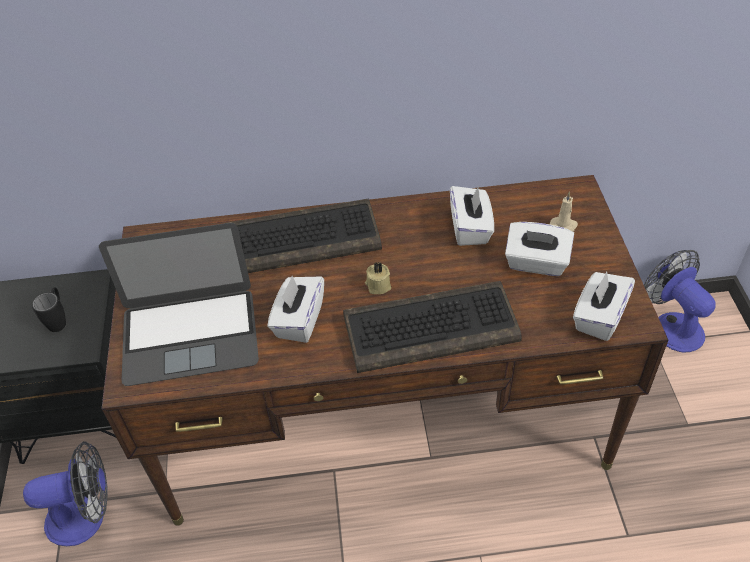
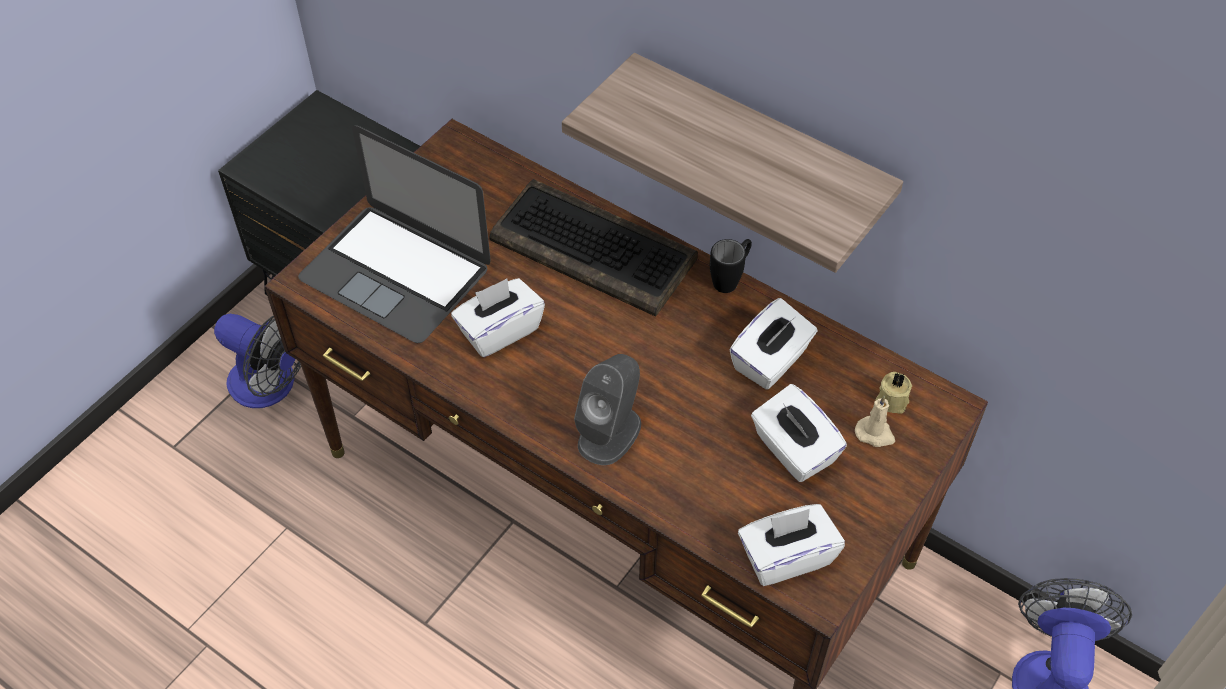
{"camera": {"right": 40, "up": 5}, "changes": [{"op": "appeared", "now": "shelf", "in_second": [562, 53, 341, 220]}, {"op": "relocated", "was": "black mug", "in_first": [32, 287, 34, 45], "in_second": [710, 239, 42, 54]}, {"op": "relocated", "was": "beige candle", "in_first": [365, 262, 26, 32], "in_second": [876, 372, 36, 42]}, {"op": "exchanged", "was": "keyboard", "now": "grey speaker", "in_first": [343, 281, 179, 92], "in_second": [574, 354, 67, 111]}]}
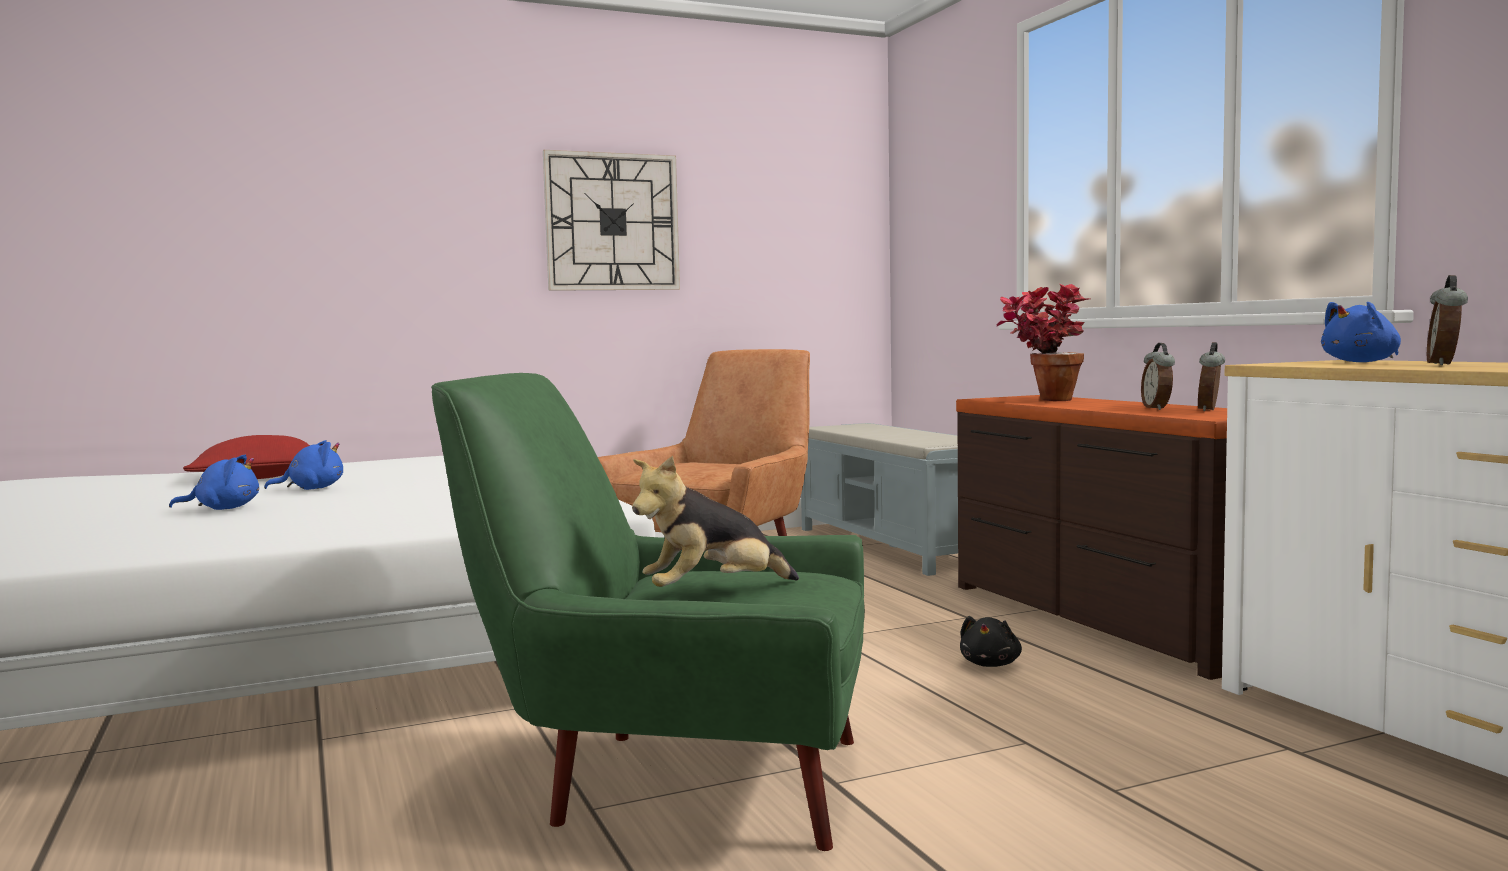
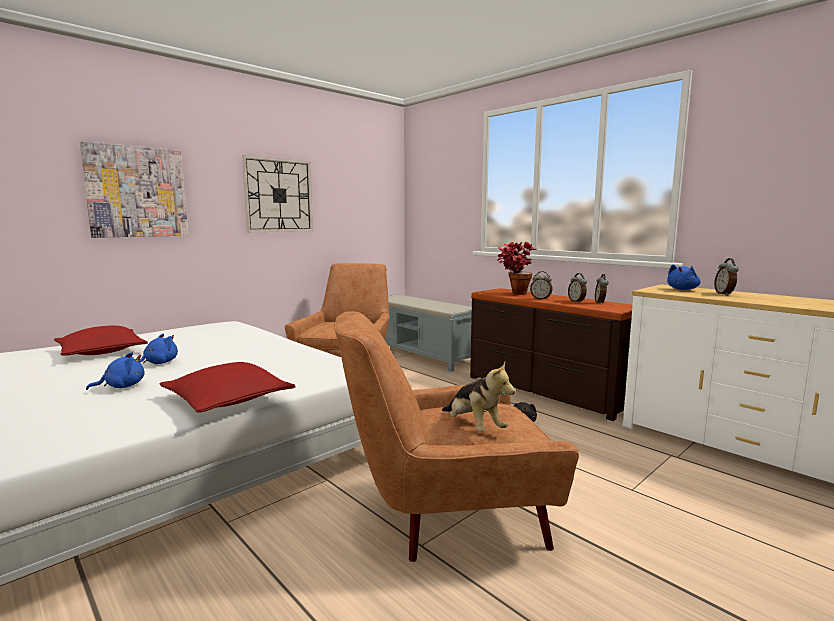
{"camera": {"right": -20, "up": 5}, "changes": [{"op": "appeared", "now": "picture", "in_second": [80, 141, 108, 97]}, {"op": "appeared", "now": "red pillow", "in_second": [159, 362, 137, 51]}, {"op": "appeared", "now": "alarm clock", "in_second": [530, 271, 23, 29]}, {"op": "colour", "was": "green armchair", "now": "brown armchair", "in_first": [431, 373, 434, 478], "in_second": [334, 311, 245, 251]}, {"op": "spun", "was": "plush toy", "in_first": [632, 456, 167, 131], "in_second": [442, 362, 73, 70], "clockwise": -75}]}
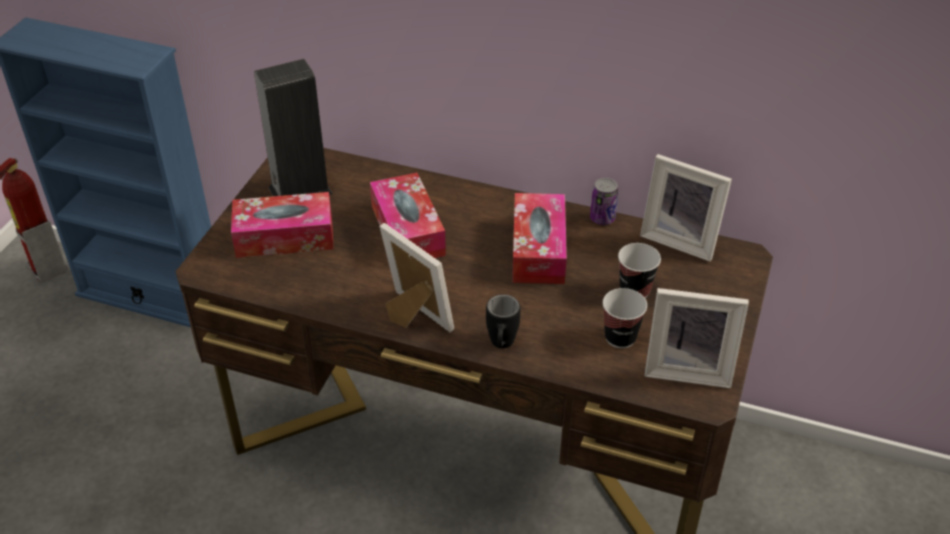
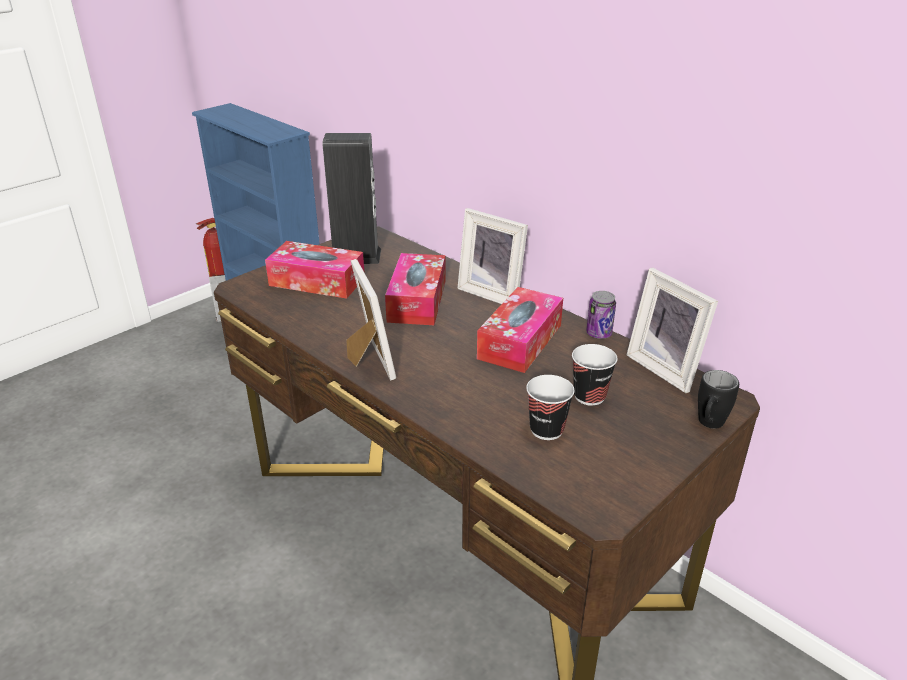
{"camera": {"right": 25, "up": -10}, "changes": [{"op": "relocated", "was": "black mug", "in_first": [486, 294, 34, 54], "in_second": [698, 370, 41, 59]}, {"op": "relocated", "was": "picture frame", "in_first": [645, 288, 104, 100], "in_second": [457, 208, 71, 96]}]}
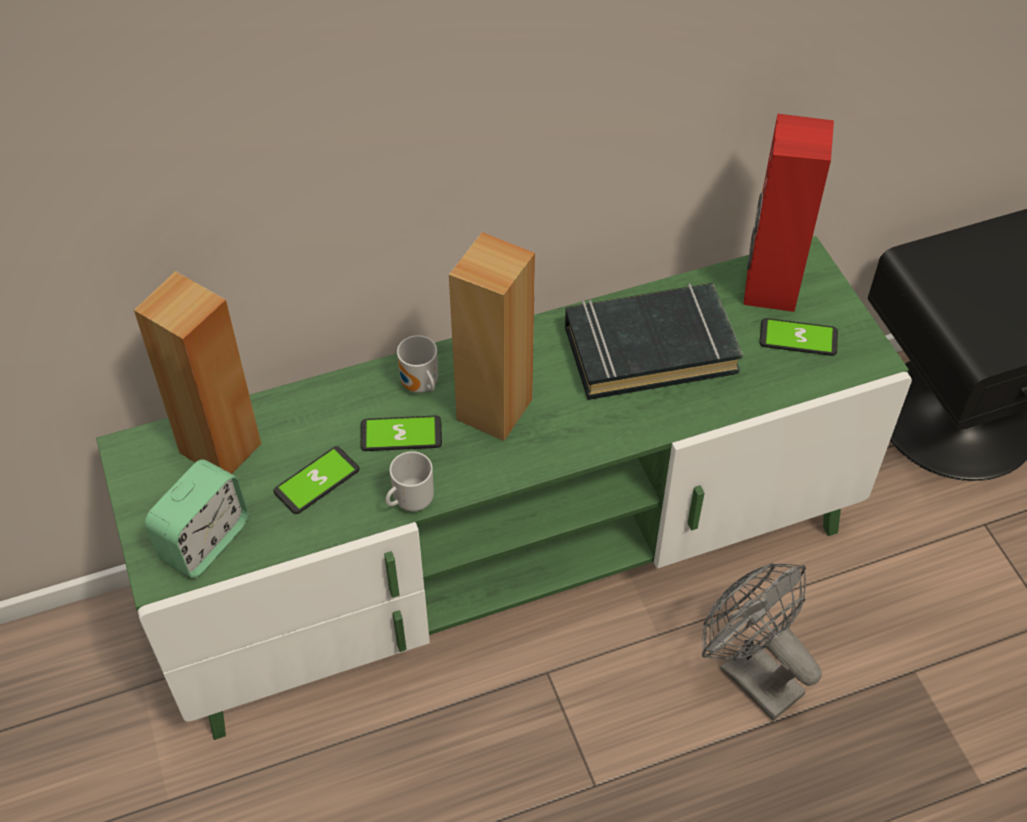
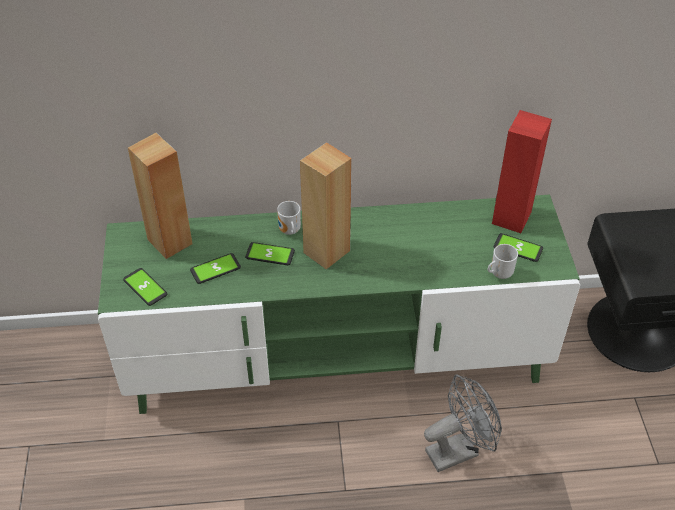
{"camera": {"right": 15, "up": -5}, "changes": [{"op": "missing", "was": "black book", "in_first": [565, 283, 178, 117]}, {"op": "relocated", "was": "mug", "in_first": [386, 451, 48, 60], "in_second": [488, 244, 30, 35]}, {"op": "exchanged", "was": "alarm clock", "now": "phone", "in_first": [145, 459, 104, 119], "in_second": [123, 268, 44, 38]}, {"op": "spun", "was": "grey fan", "in_first": [702, 563, 120, 158], "in_second": [424, 374, 78, 98], "clockwise": 90}]}
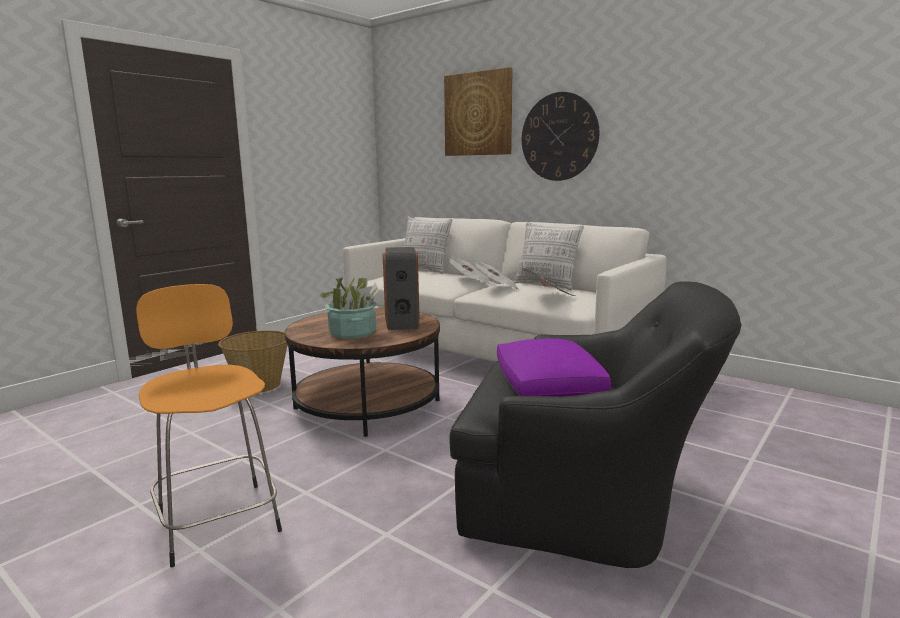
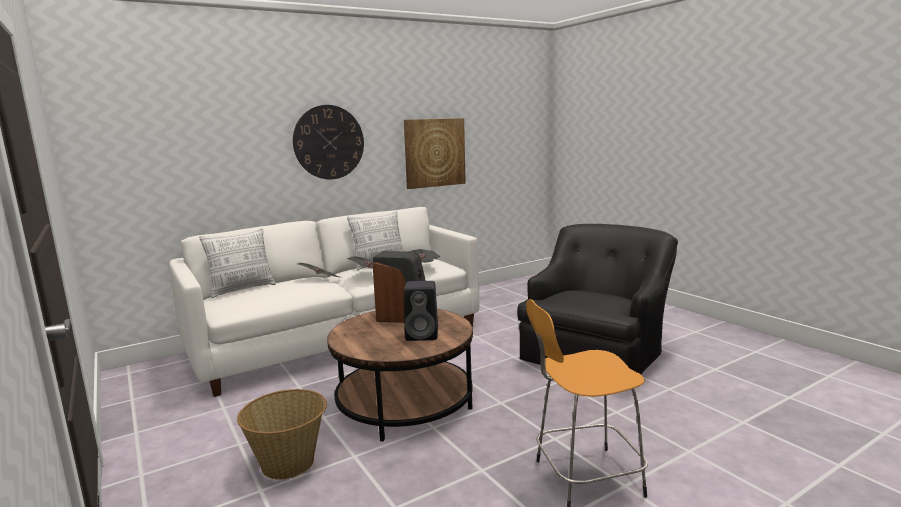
{"camera": {"right": -70, "up": 0}, "changes": [{"op": "missing", "was": "purple pillow", "in_first": [497, 339, 114, 58]}, {"op": "relocated", "was": "picture", "in_first": [444, 67, 69, 89], "in_second": [404, 118, 62, 71]}, {"op": "exchanged", "was": "potted plant", "now": "black speaker", "in_first": [316, 277, 63, 62], "in_second": [404, 281, 34, 60]}]}
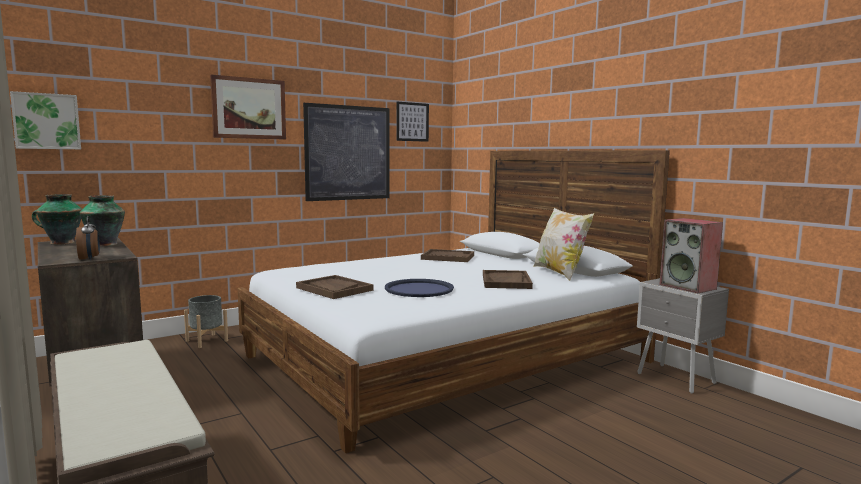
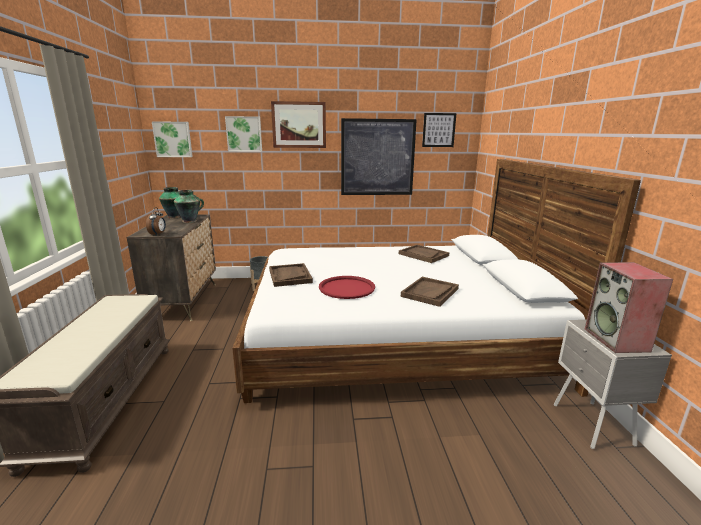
{"camera": {"right": 30, "up": 10}, "changes": [{"op": "missing", "was": "pillow", "in_first": [533, 208, 61, 73]}, {"op": "appeared", "now": "picture", "in_second": [225, 116, 37, 36]}, {"op": "colour", "was": "blue tray", "now": "red tray", "in_first": [385, 279, 69, 18], "in_second": [319, 276, 56, 23]}]}
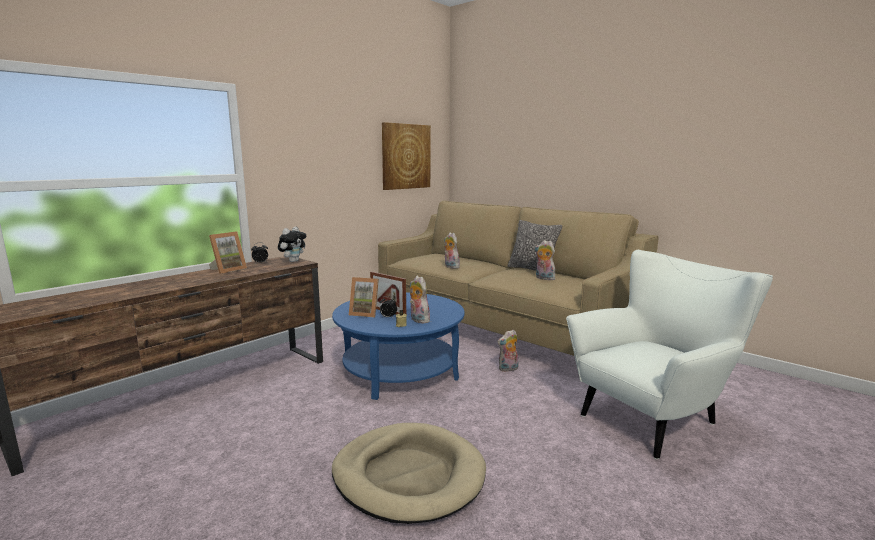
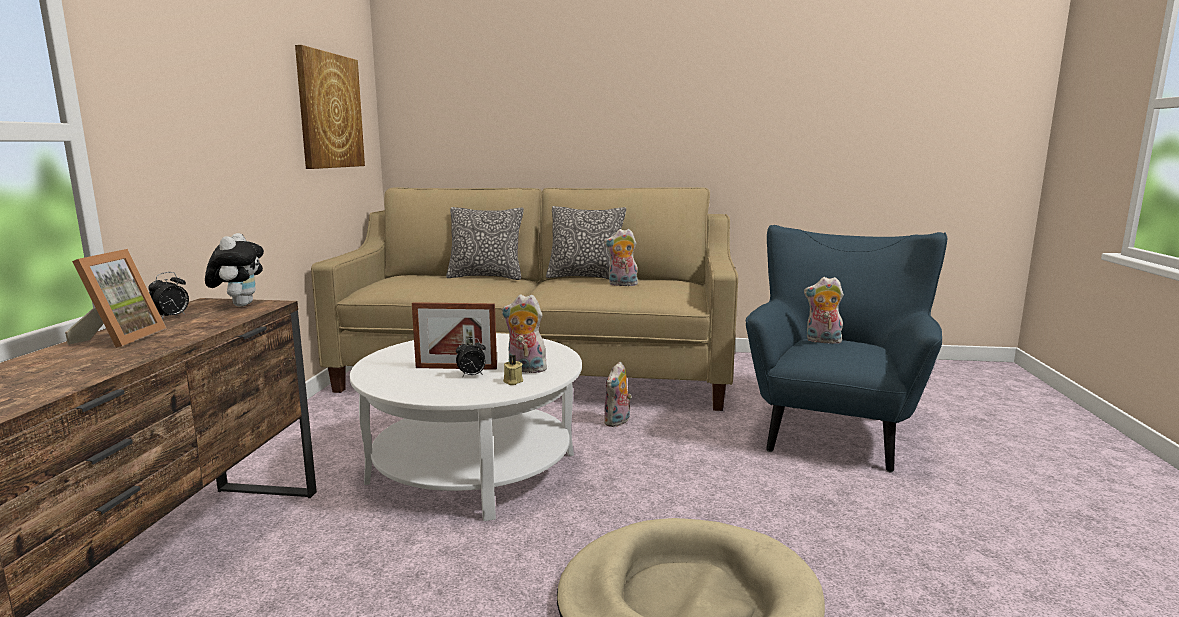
{"camera": {"right": -35, "up": 0}, "changes": [{"op": "missing", "was": "picture frame", "in_first": [349, 277, 30, 41]}, {"op": "appeared", "now": "pillow", "in_second": [446, 207, 78, 73]}, {"op": "relocated", "was": "plush toy", "in_first": [444, 232, 16, 37], "in_second": [804, 277, 40, 67]}, {"op": "colour", "was": "blue coffee table", "now": "white coffee table", "in_first": [332, 293, 133, 107], "in_second": [350, 333, 232, 188]}, {"op": "colour", "was": "white armchair", "now": "blue armchair", "in_first": [566, 250, 207, 209], "in_second": [746, 225, 201, 248]}]}
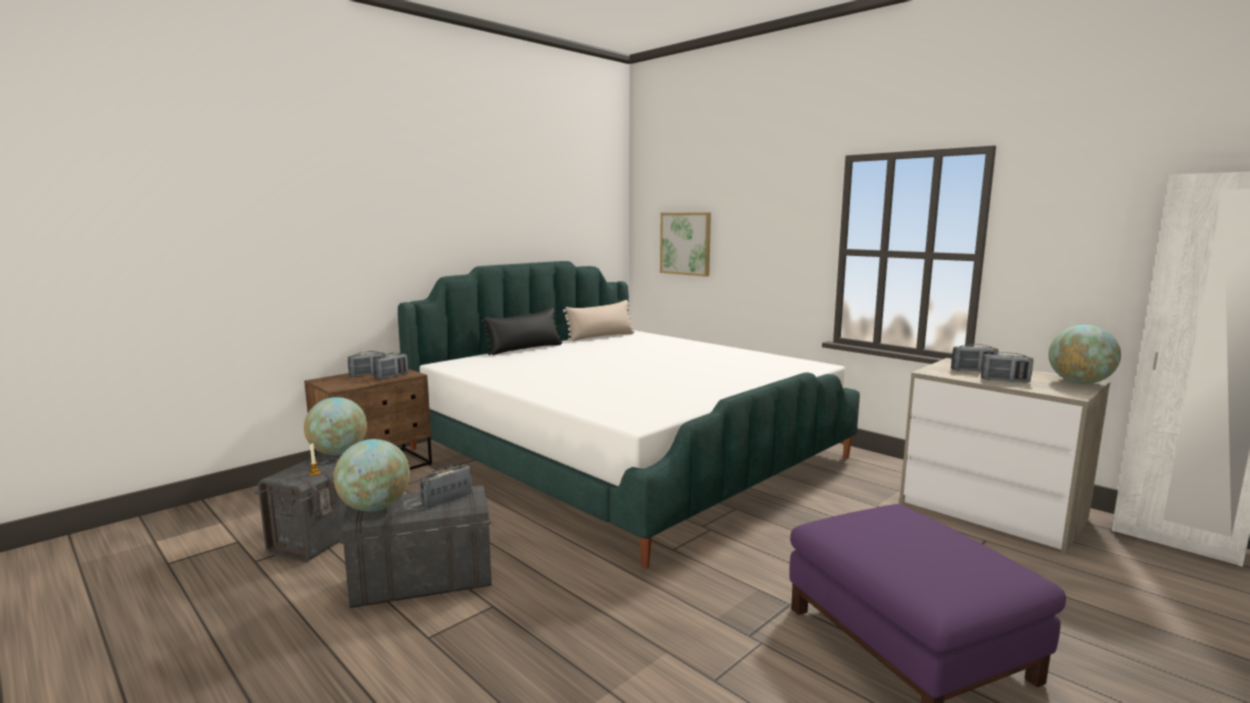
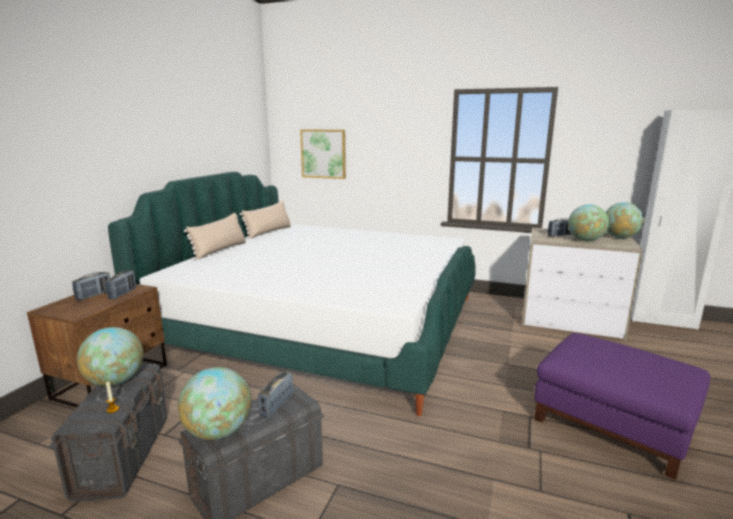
{"camera": {"right": -25, "up": 5}, "changes": [{"op": "exchanged", "was": "radio", "now": "globe", "in_first": [981, 352, 52, 30], "in_second": [568, 204, 41, 37]}, {"op": "colour", "was": "black pillow", "now": "beige pillow", "in_first": [481, 308, 81, 47], "in_second": [184, 213, 62, 47]}]}
